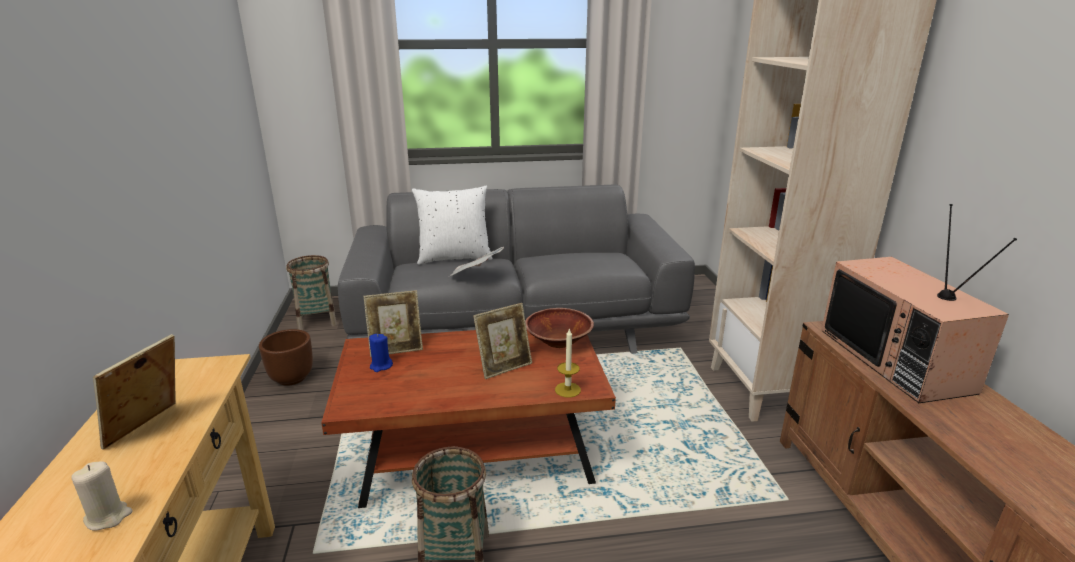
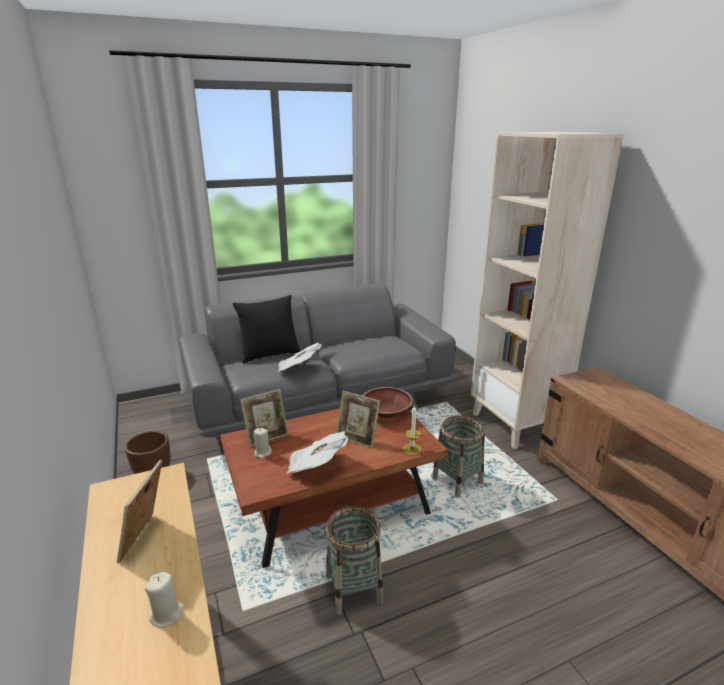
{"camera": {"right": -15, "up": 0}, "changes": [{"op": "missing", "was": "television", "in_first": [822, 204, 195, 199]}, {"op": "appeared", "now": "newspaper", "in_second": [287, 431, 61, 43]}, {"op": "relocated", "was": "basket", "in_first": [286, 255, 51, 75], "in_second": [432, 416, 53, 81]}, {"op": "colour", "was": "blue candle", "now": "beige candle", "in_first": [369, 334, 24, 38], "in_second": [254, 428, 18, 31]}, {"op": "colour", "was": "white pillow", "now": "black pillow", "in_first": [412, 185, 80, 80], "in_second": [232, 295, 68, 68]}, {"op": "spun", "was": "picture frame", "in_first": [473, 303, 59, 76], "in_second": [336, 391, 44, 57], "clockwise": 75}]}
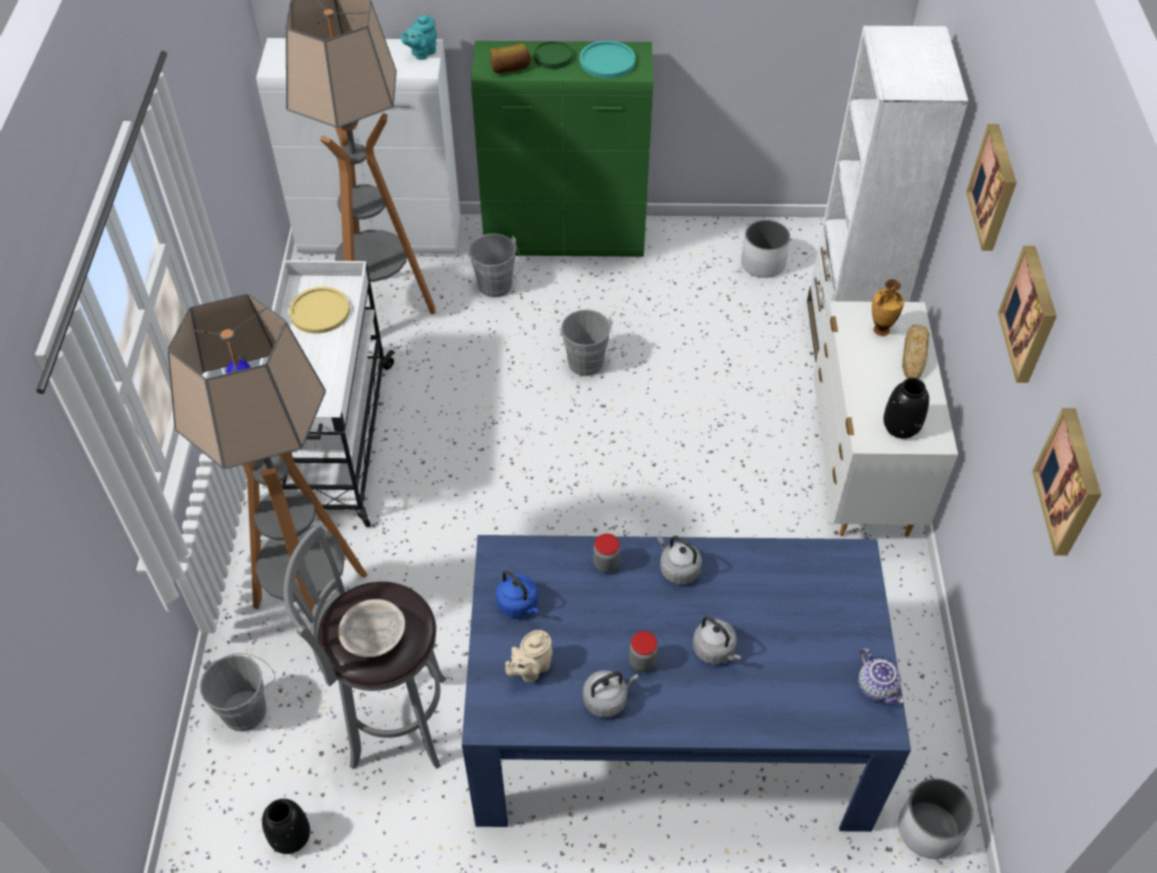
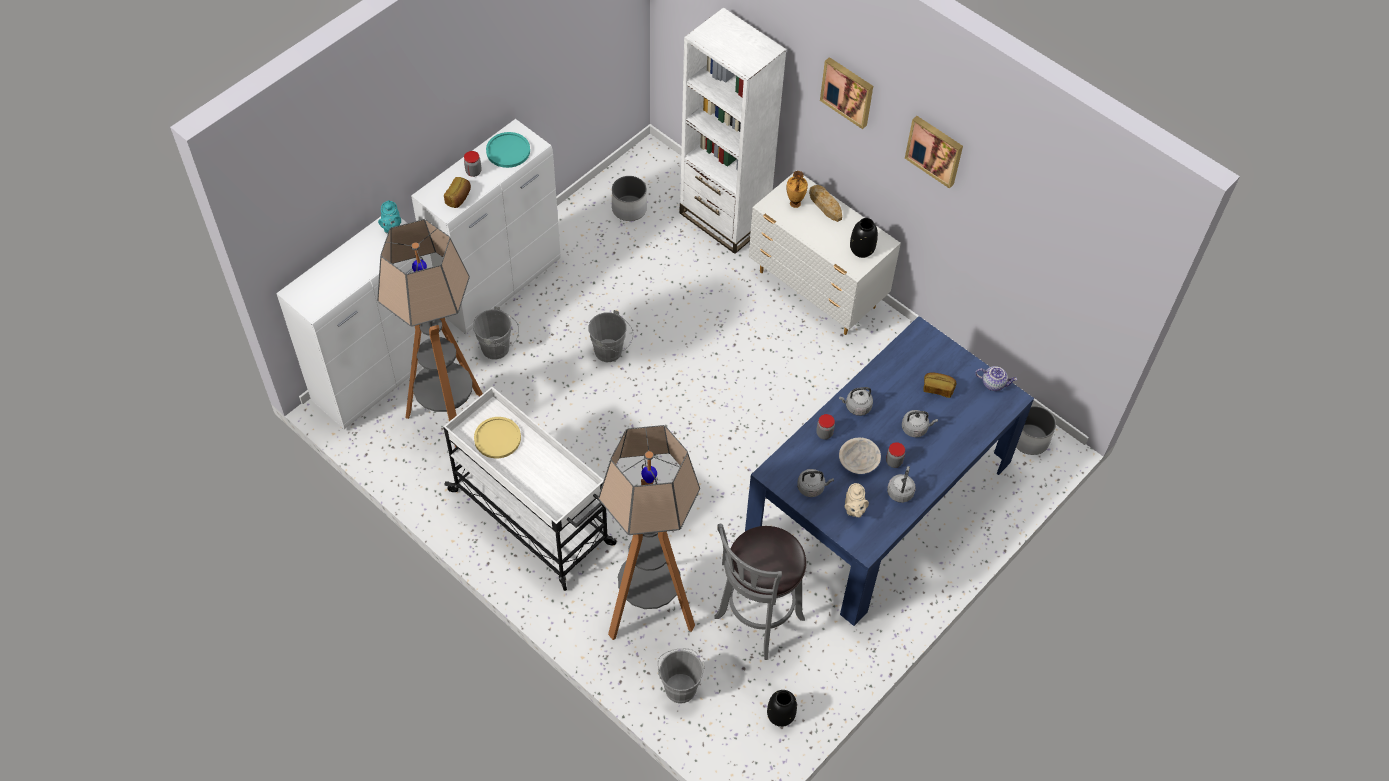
{"camera": {"right": -50, "up": 5}, "changes": [{"op": "missing", "was": "picture", "in_first": [1032, 408, 70, 148]}, {"op": "appeared", "now": "bread", "in_second": [924, 373, 32, 25]}, {"op": "relocated", "was": "beige bowl", "in_first": [338, 599, 67, 58], "in_second": [839, 438, 42, 36]}, {"op": "exchanged", "was": "green plate", "now": "jar", "in_first": [534, 41, 38, 28], "in_second": [464, 151, 18, 26]}, {"op": "colour", "was": "green cabinet", "now": "white cabinet", "in_first": [471, 41, 182, 216], "in_second": [411, 119, 150, 215]}, {"op": "colour", "was": "blue kettle", "now": "grey kettle", "in_first": [496, 570, 43, 48], "in_second": [797, 469, 37, 28]}]}
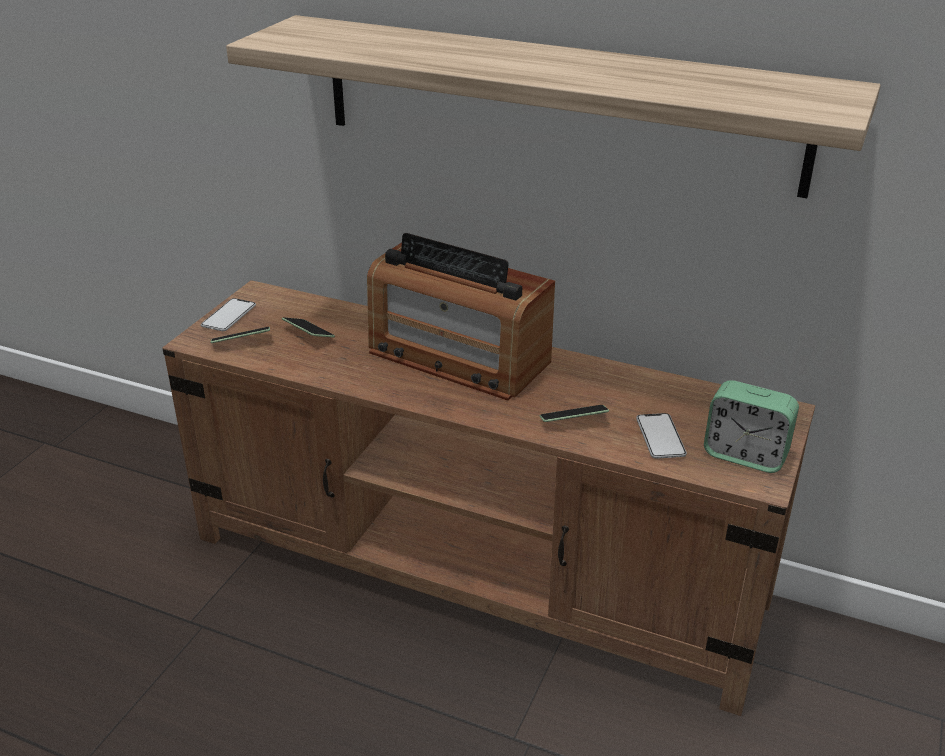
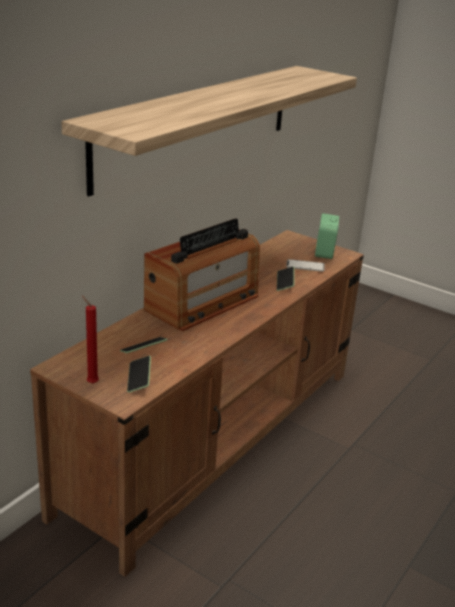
{"camera": {"right": -80, "up": -5}, "changes": [{"op": "exchanged", "was": "phone", "now": "red candle", "in_first": [201, 298, 55, 33], "in_second": [82, 296, 17, 88]}, {"op": "spun", "was": "alarm clock", "in_first": [704, 380, 95, 93], "in_second": [315, 213, 24, 46], "clockwise": 150}]}
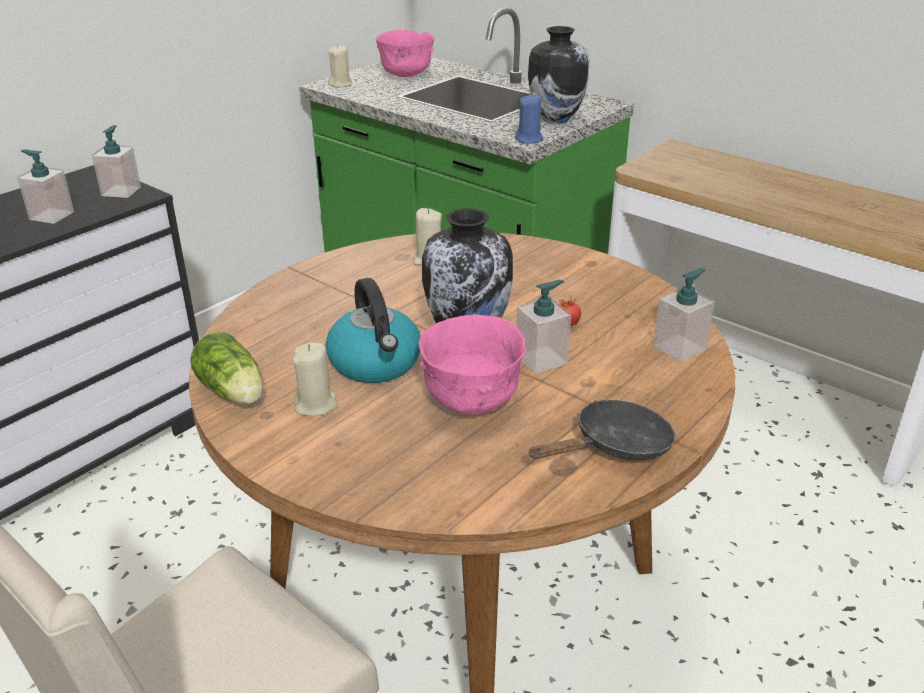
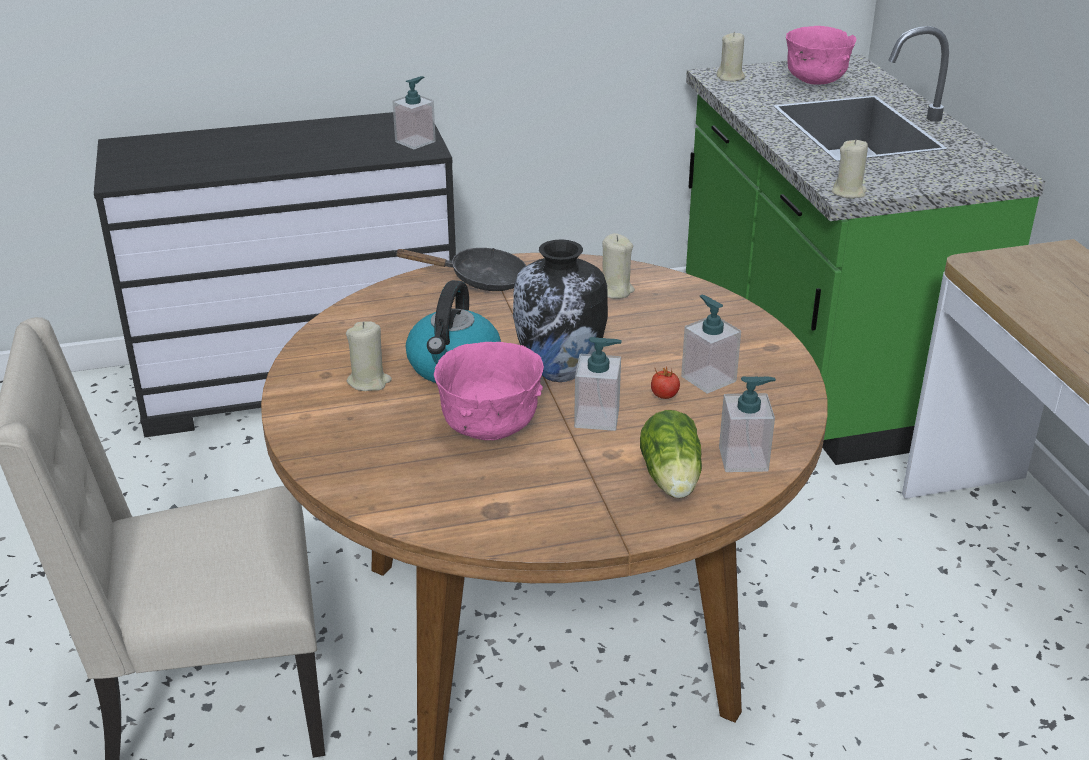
{"camera": {"right": 35, "up": 0}, "changes": [{"op": "missing", "was": "vase", "in_first": [528, 26, 61, 98]}, {"op": "relocated", "was": "soap dispenser", "in_first": [17, 149, 57, 75], "in_second": [681, 295, 60, 99]}, {"op": "relocated", "was": "lettuce", "in_first": [190, 332, 73, 73], "in_second": [640, 410, 62, 88]}, {"op": "relocated", "was": "black frying pan", "in_first": [528, 400, 148, 60], "in_second": [394, 248, 132, 43]}, {"op": "colour", "was": "blue candle", "now": "beige candle", "in_first": [515, 94, 29, 50], "in_second": [832, 139, 36, 59]}]}
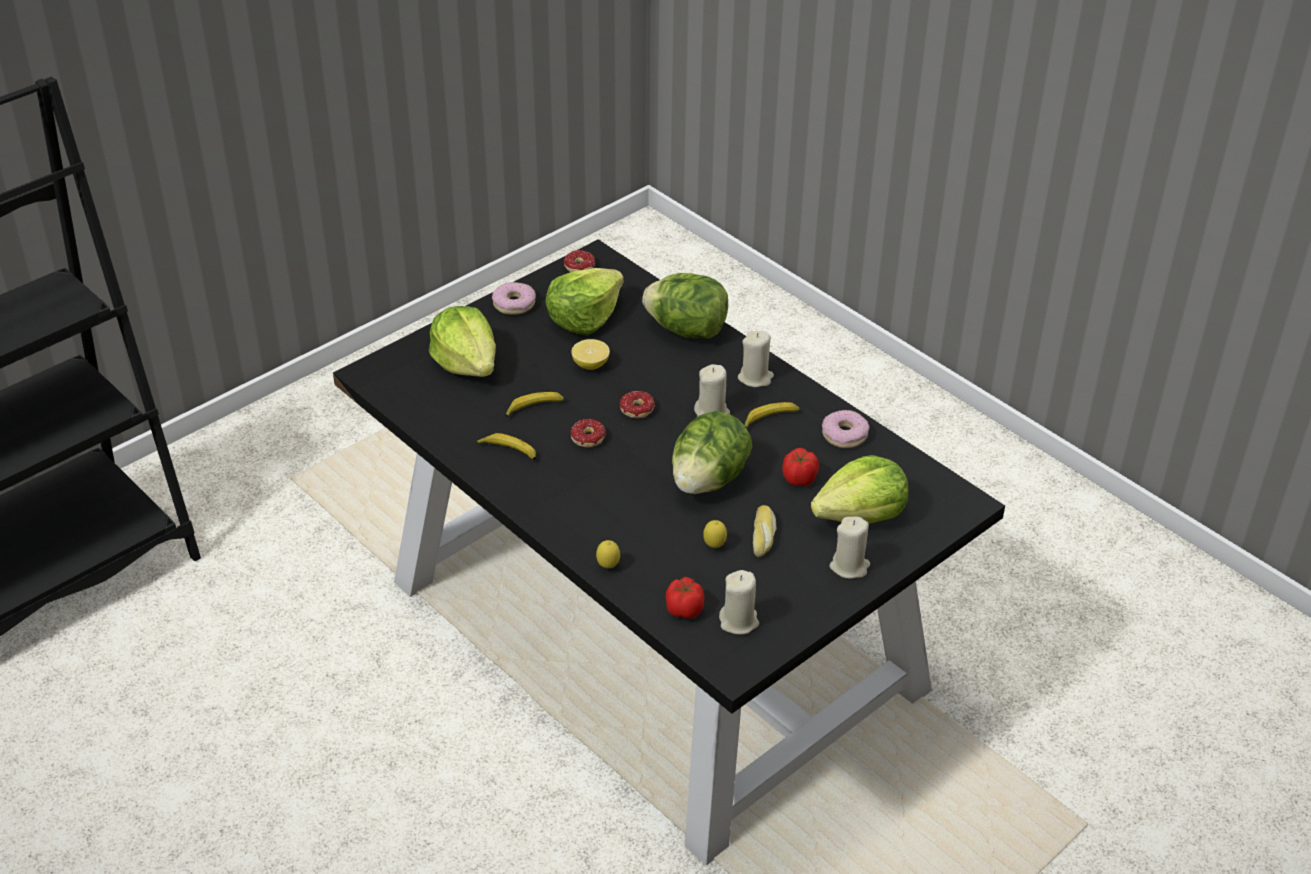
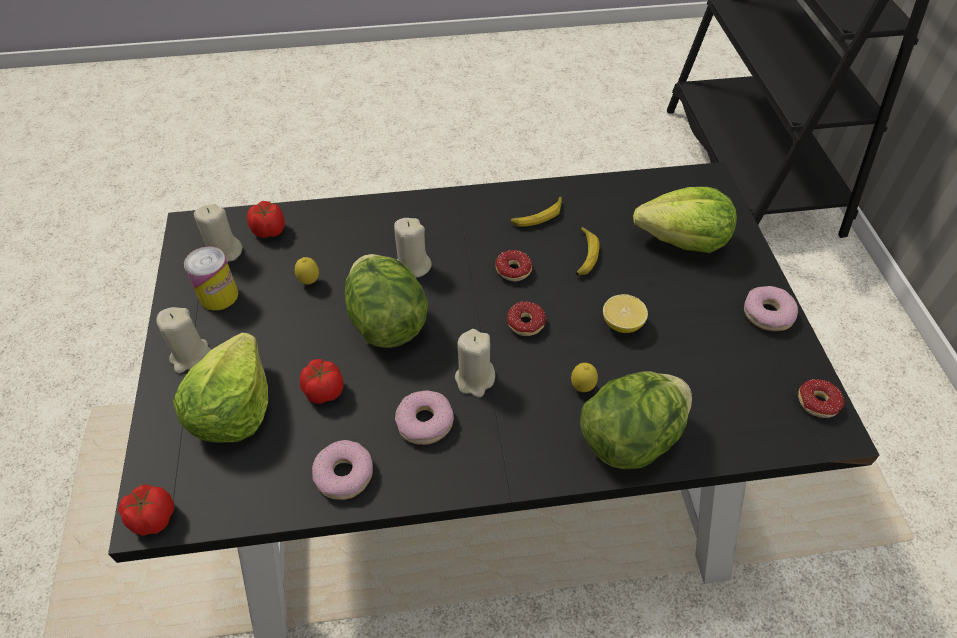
{"camera": {"right": 125, "up": 10}, "changes": [{"op": "missing", "was": "lettuce", "in_first": [545, 268, 79, 67]}, {"op": "missing", "was": "bread", "in_first": [753, 505, 23, 52]}, {"op": "appeared", "now": "tomato", "in_second": [118, 484, 56, 52]}, {"op": "appeared", "now": "can", "in_second": [184, 247, 54, 64]}, {"op": "relocated", "was": "lemon", "in_first": [596, 540, 24, 28], "in_second": [571, 363, 27, 29]}, {"op": "relocated", "was": "beige candle", "in_first": [738, 331, 36, 56], "in_second": [394, 218, 38, 60]}, {"op": "exchanged", "was": "banana", "now": "donut", "in_first": [745, 402, 55, 27], "in_second": [395, 391, 59, 54]}]}
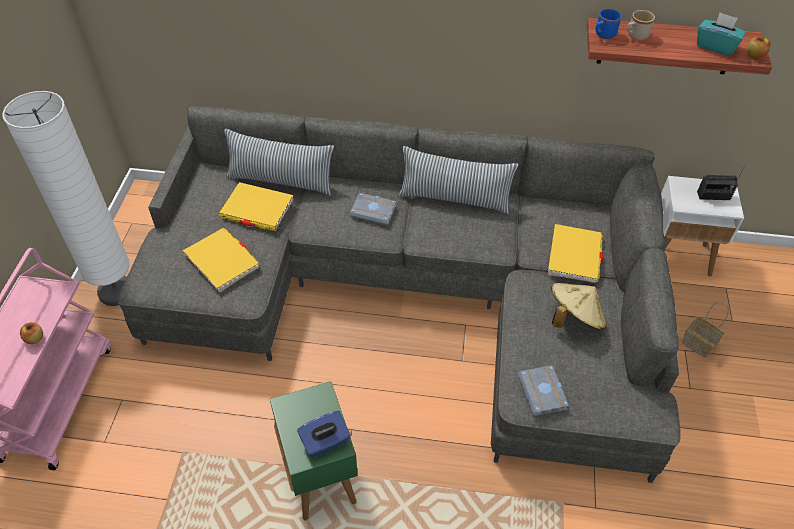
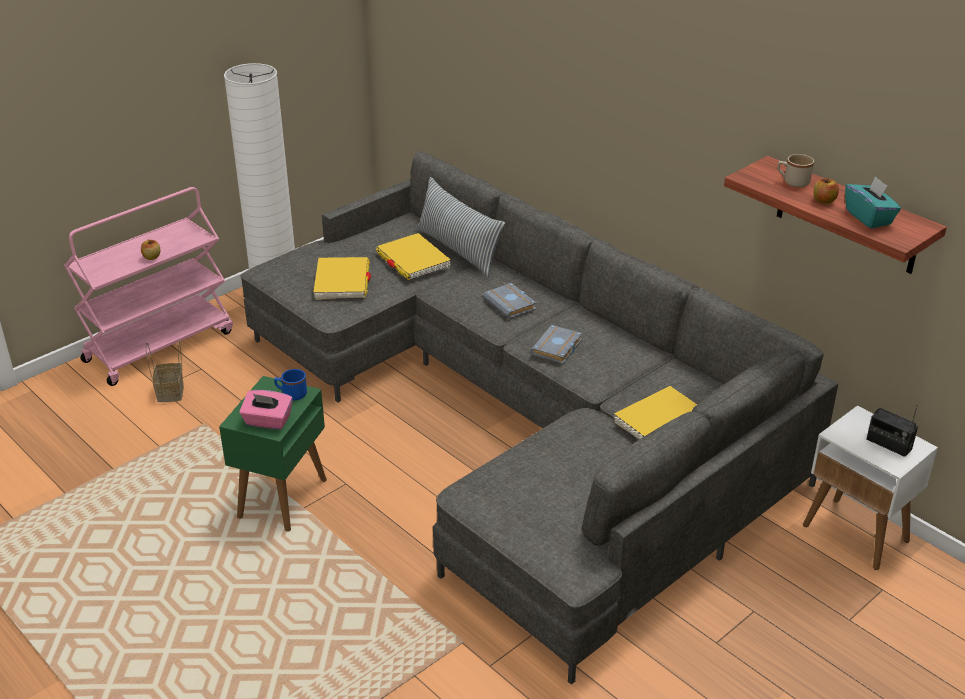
{"camera": {"right": 40, "up": -15}, "changes": [{"op": "missing", "was": "pillow", "in_first": [399, 146, 120, 68]}, {"op": "missing", "was": "beige hat", "in_first": [551, 283, 56, 47]}, {"op": "relocated", "was": "grey book", "in_first": [518, 365, 51, 51], "in_second": [530, 325, 52, 39]}, {"op": "relocated", "was": "blue mug", "in_first": [595, 9, 27, 30], "in_second": [274, 369, 33, 31]}, {"op": "relocated", "was": "basket", "in_first": [682, 301, 47, 57], "in_second": [146, 340, 38, 62]}, {"op": "relocated", "was": "apple", "in_first": [747, 36, 24, 23], "in_second": [814, 178, 25, 26]}, {"op": "colour", "was": "blue tissue box", "now": "pink tissue box", "in_first": [297, 411, 54, 47], "in_second": [239, 390, 54, 40]}]}
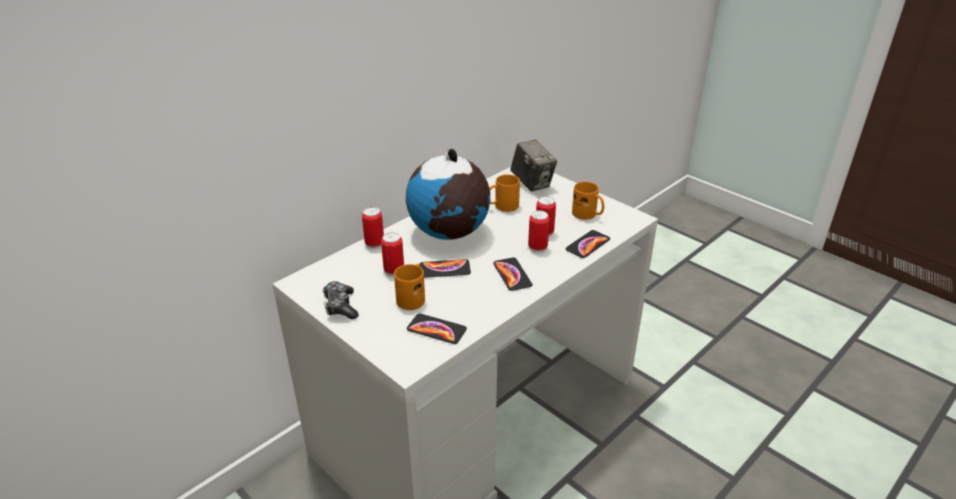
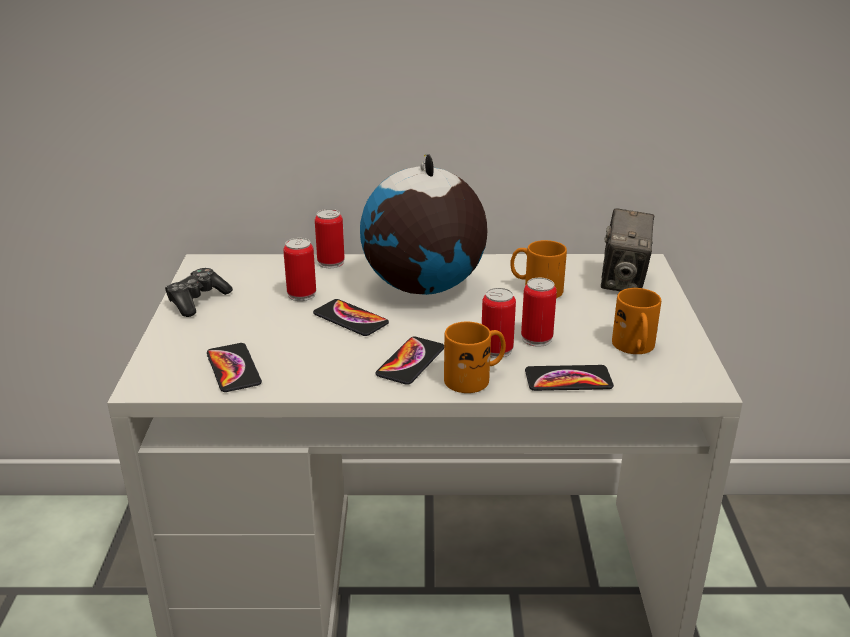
{"camera": {"right": 45, "up": -5}, "changes": [{"op": "relocated", "was": "orange mug", "in_first": [394, 264, 31, 46], "in_second": [444, 322, 62, 71]}]}
